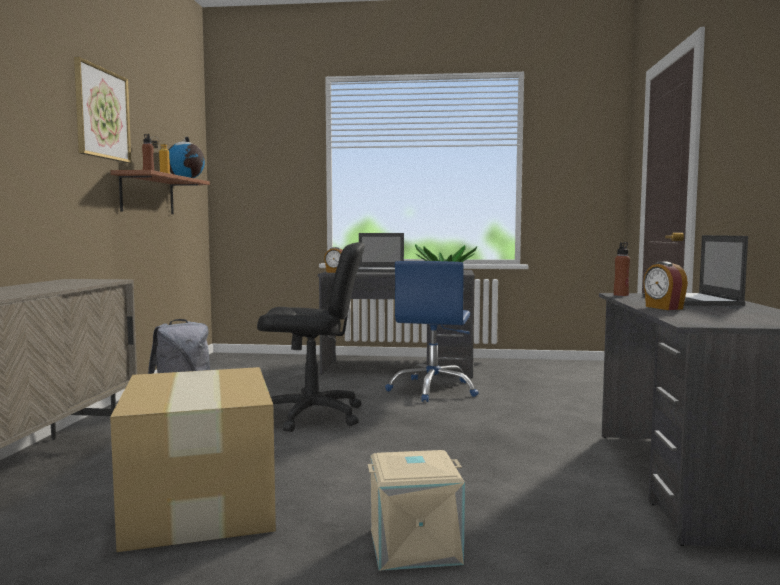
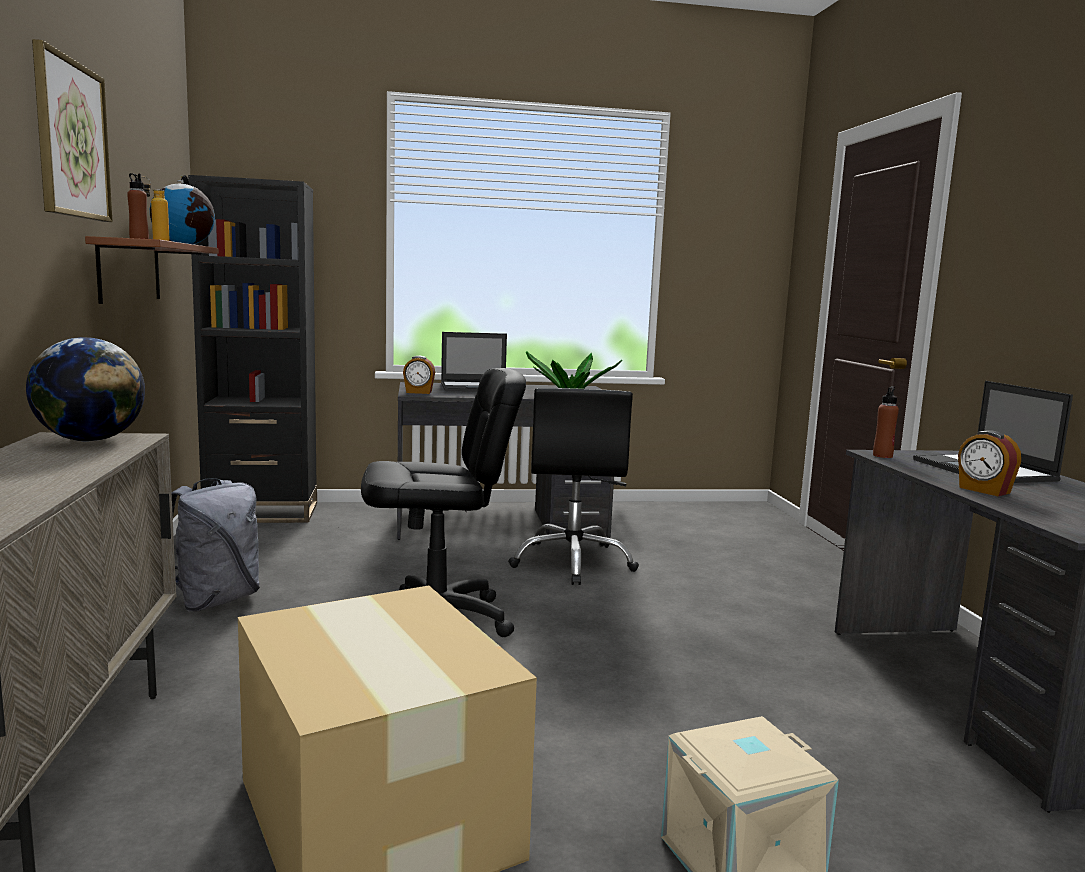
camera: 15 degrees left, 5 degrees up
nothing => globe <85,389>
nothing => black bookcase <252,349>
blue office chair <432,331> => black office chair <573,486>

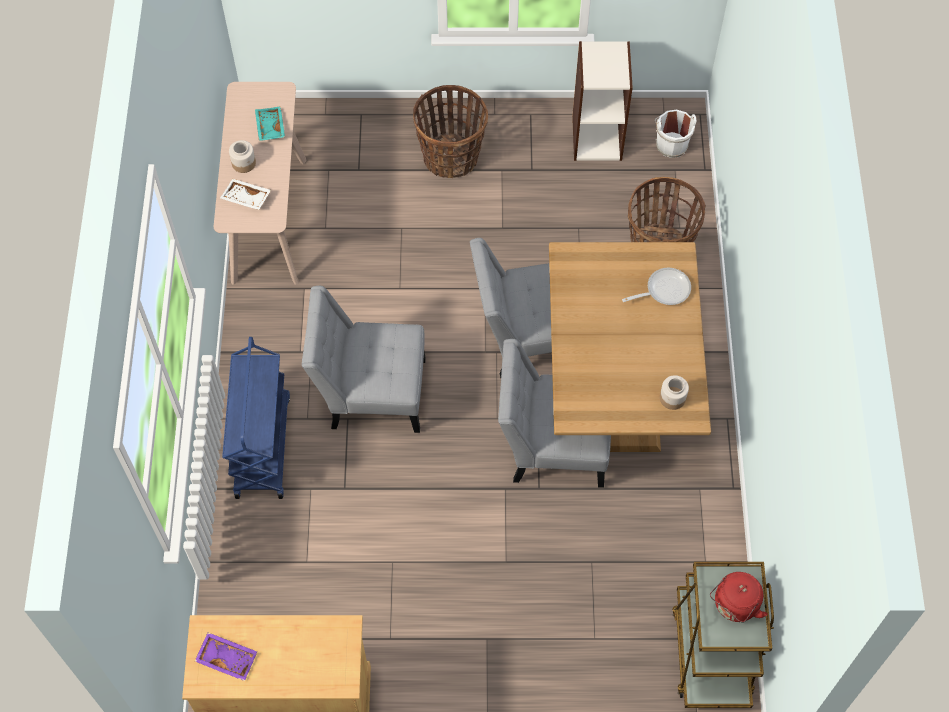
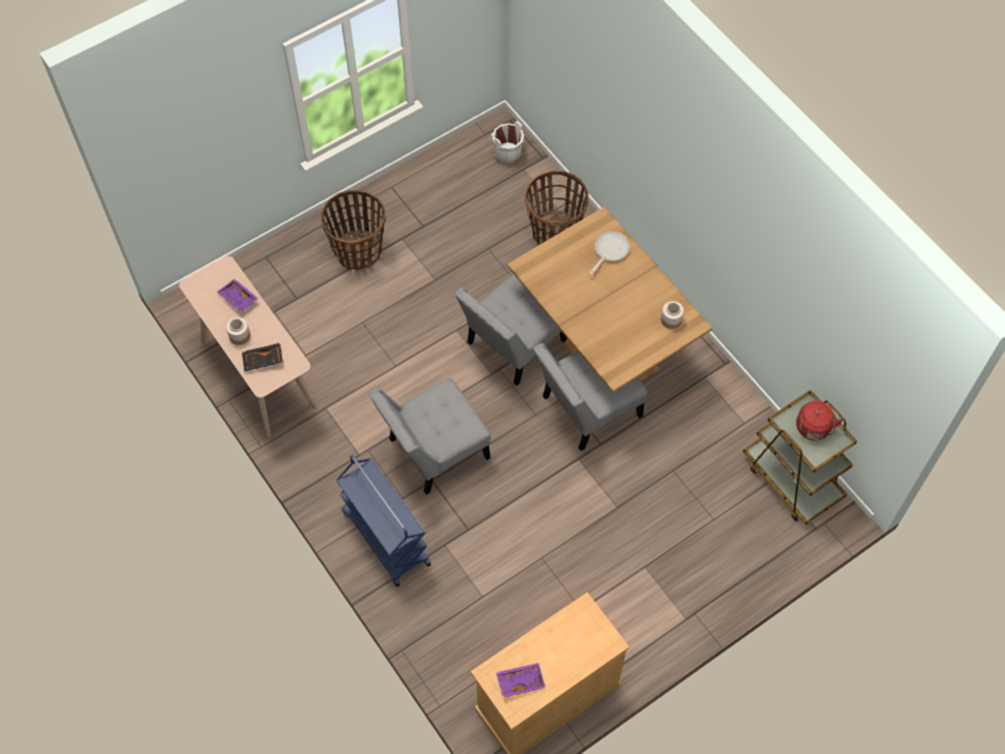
camera: 35 degrees left, 0 degrees up
turquoise tray <270,123> => purple tray <237,295>
white tray <245,194> => black tray <262,357>
bookcase <602,101> => nothing

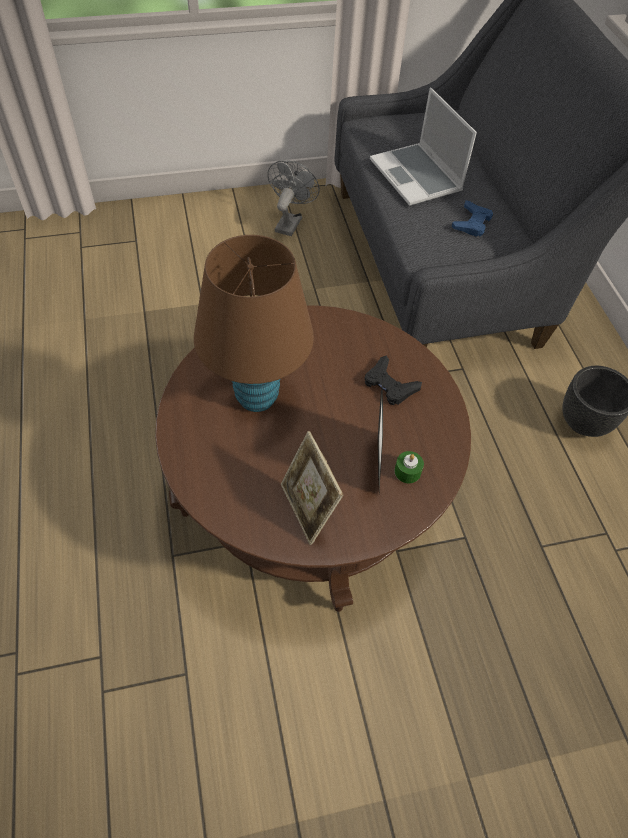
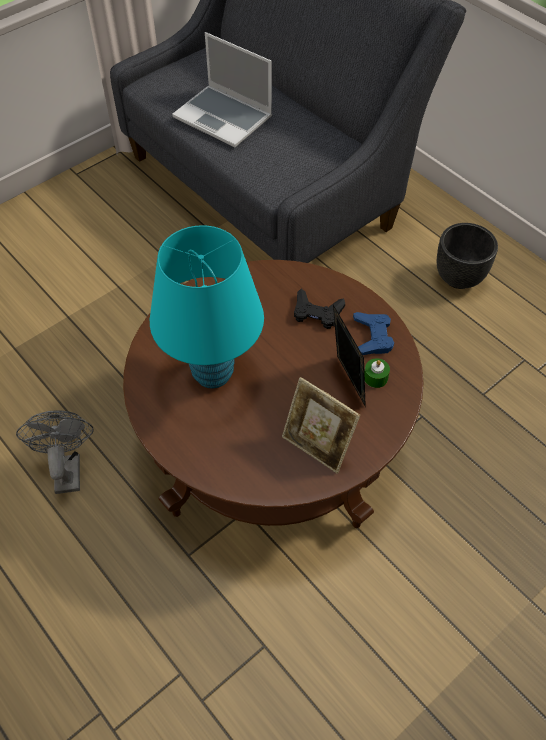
camera: 25 degrees left, 0 degrees up
grey fan <293,198> => grey fan <55,452>, moved
brown table lamp <254,323> => turquoise table lamp <207,306>
blue game controller <472,218> => blue game controller <373,333>, moved

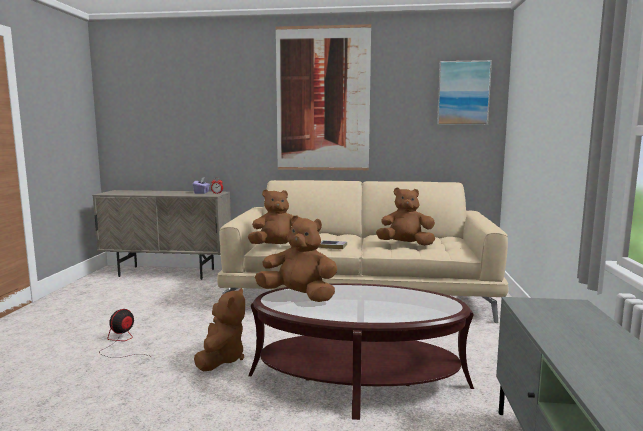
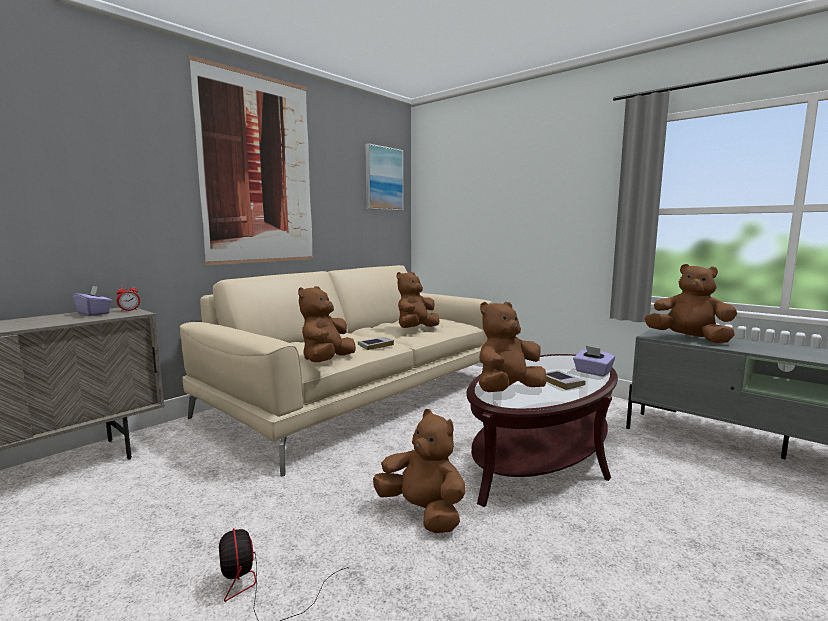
camera: 55 degrees left, 0 degrees up
nothing => book <566,380>
nothing => purple tissue box <594,361>
nothing => brown plush toy <690,303>

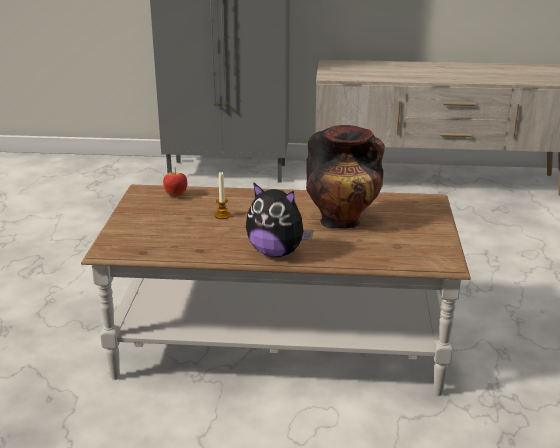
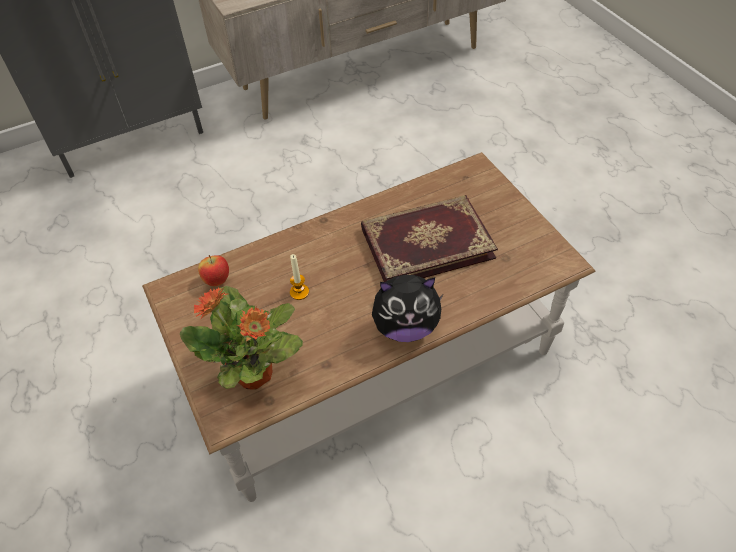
camera: 30 degrees left, 25 degrees up
nothing => potted plant <241,338>
vase <345,176> => book <429,238>

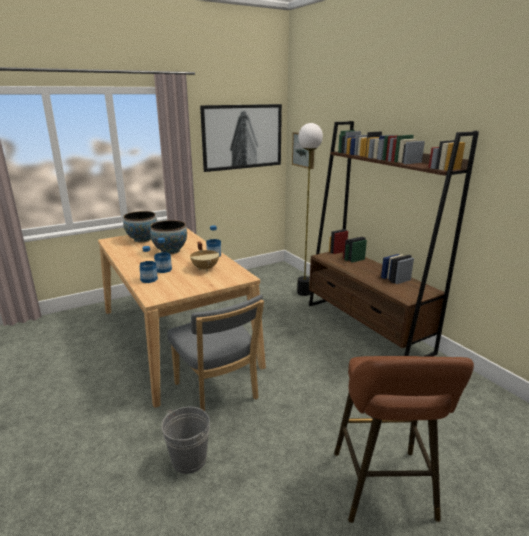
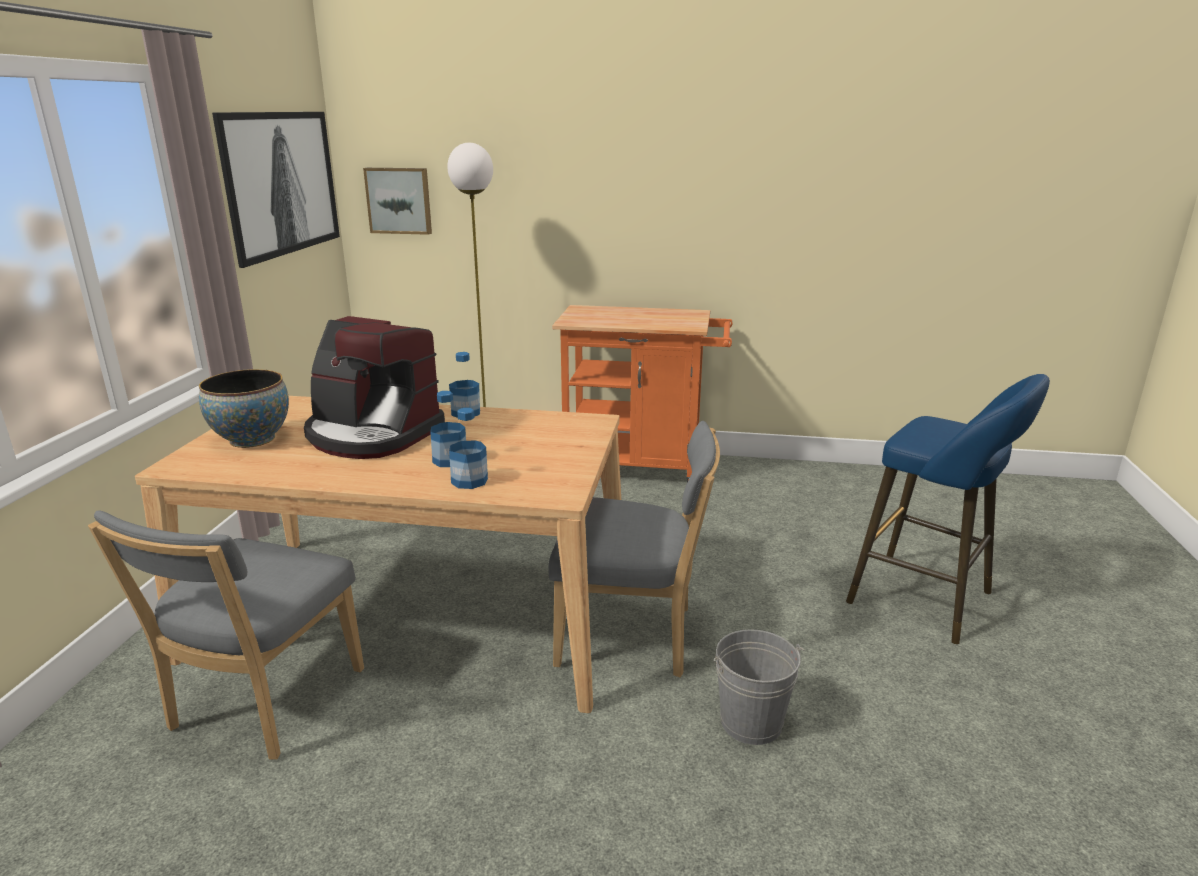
camera: 50 degrees left, 0 degrees up
nothing => grey chair <226,635>
bowl <168,237> => coffee machine <374,387>
brown bookcase <394,239> => orange cart <642,393>
brown stool <404,439> => blue stool <948,509>
beige cooking pot <205,256> => nothing

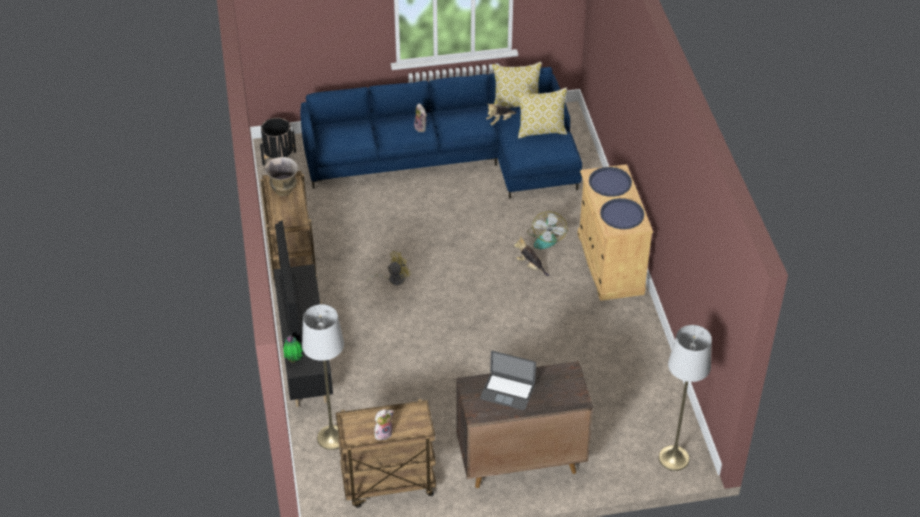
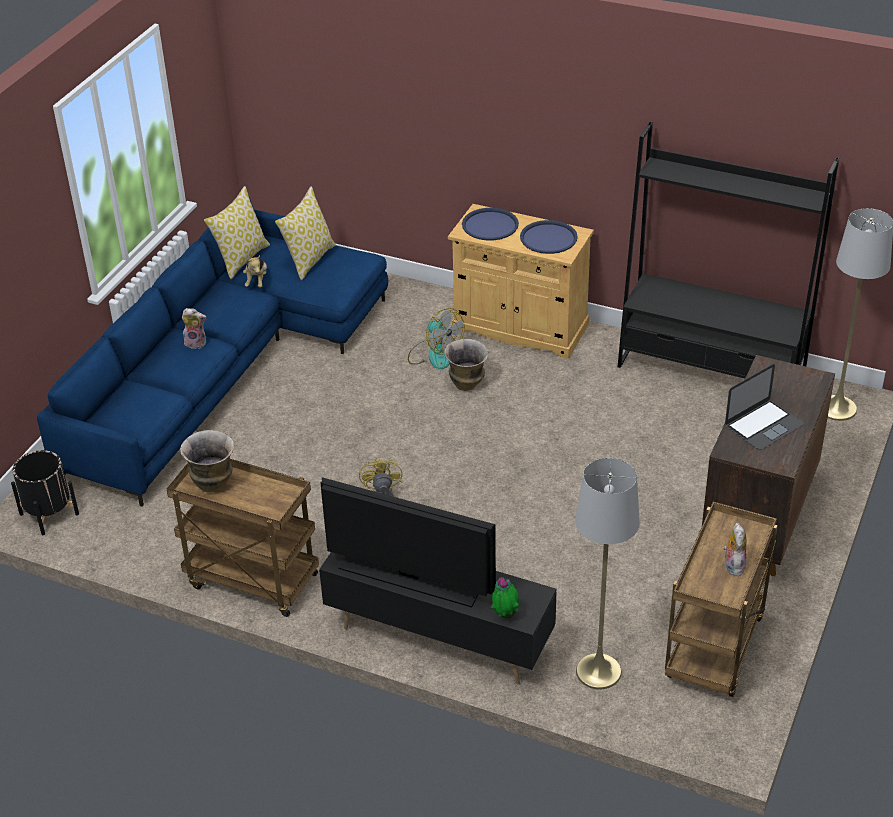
camera: 55 degrees left, 5 degrees down
plush toy <531,256> => vase <466,365>
nothing => black bookcase <728,250>

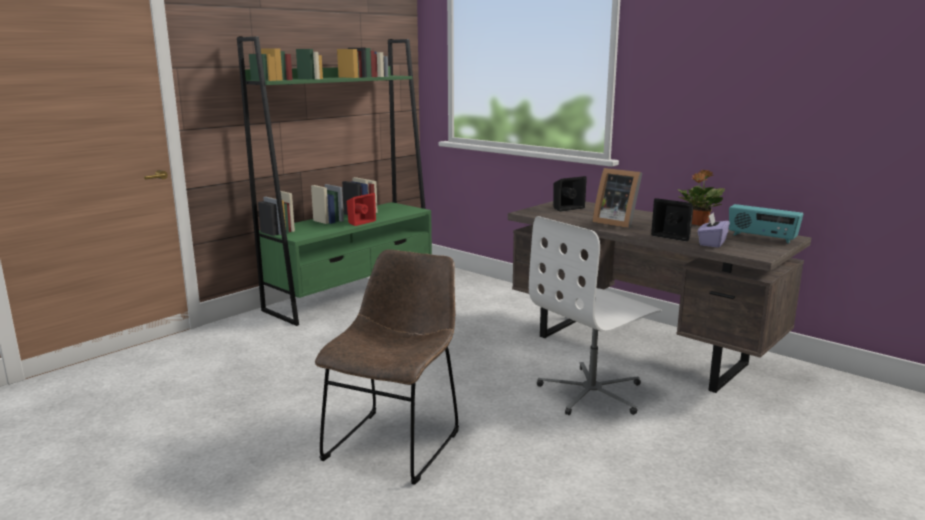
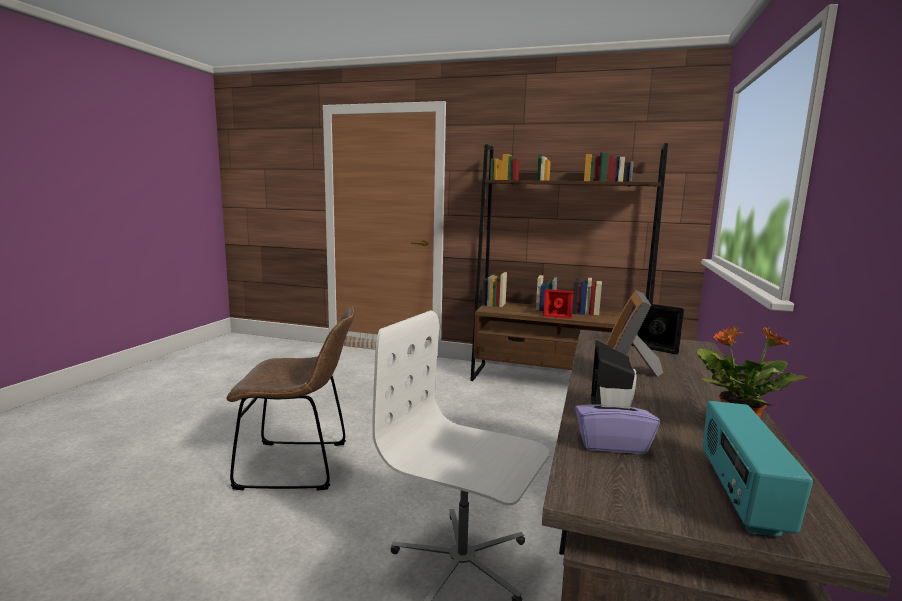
camera: 65 degrees right, 5 degrees down
green bookcase <334,181> => brown bookcase <569,262>

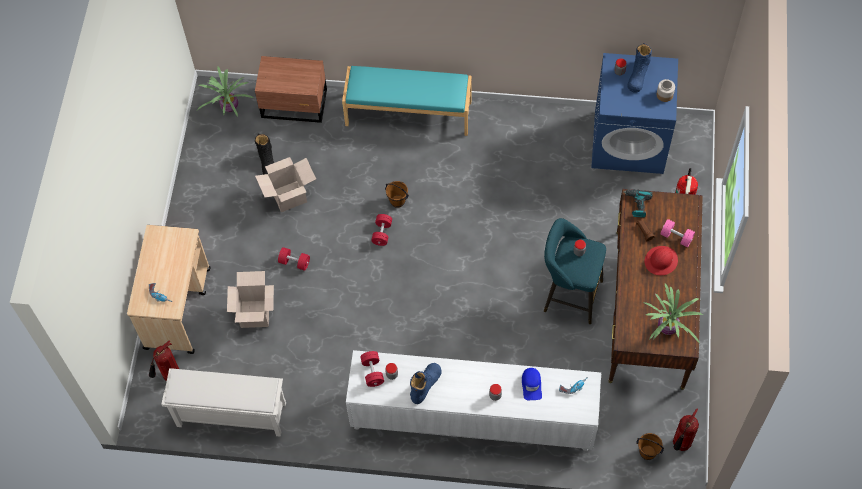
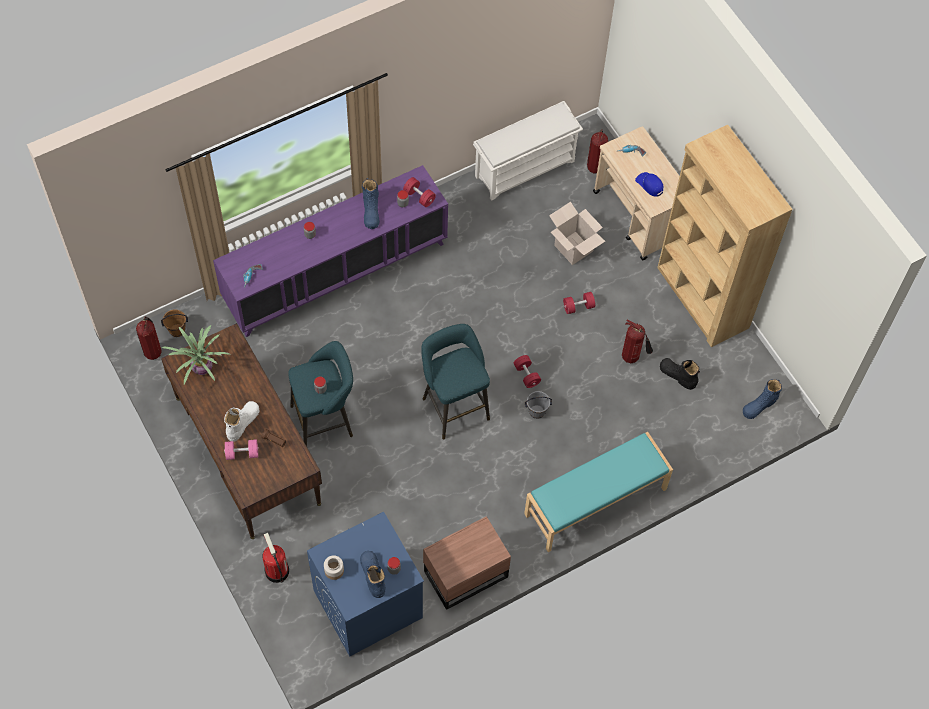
camera: 140 degrees right, 0 degrees up
white cabinet <473,400> => purple cabinet <330,251>
red hard hat <661,260> => white boot <241,421>
nothing => turquoise stool <455,381>
brown nightstand <291,89> => brown nightstand <467,563>, moved
brown bucket <397,194> => grey bucket <538,405>
cardboard box <285,184> => fire extinguisher <637,341>
blue cap <532,384> => blue cap <649,184>, moved
nothing => brown bookcase <725,236>
potted plant <225,91> => blue boot <762,399>
power drill <638,203> => nothing

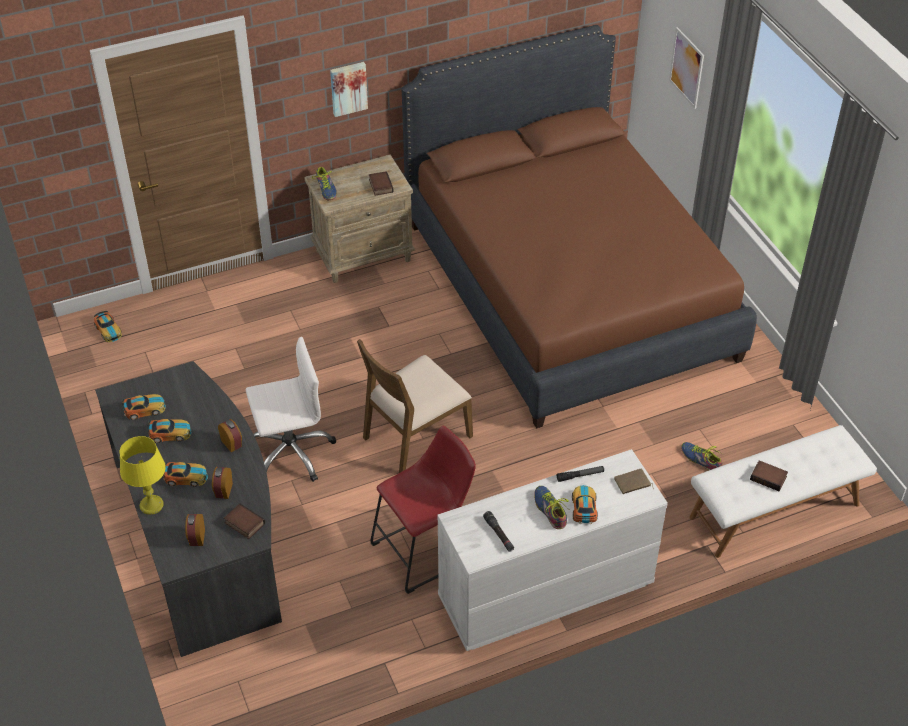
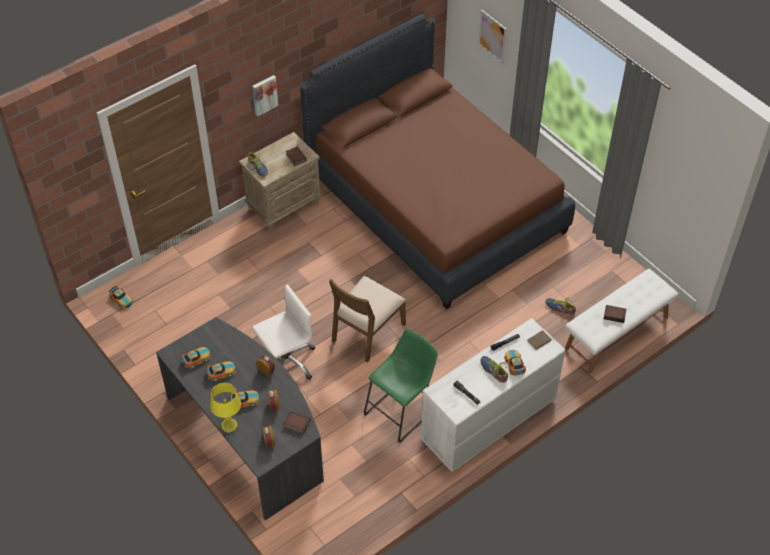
camera: 15 degrees left, 5 degrees up
red stool <423,510> => green stool <401,386>

